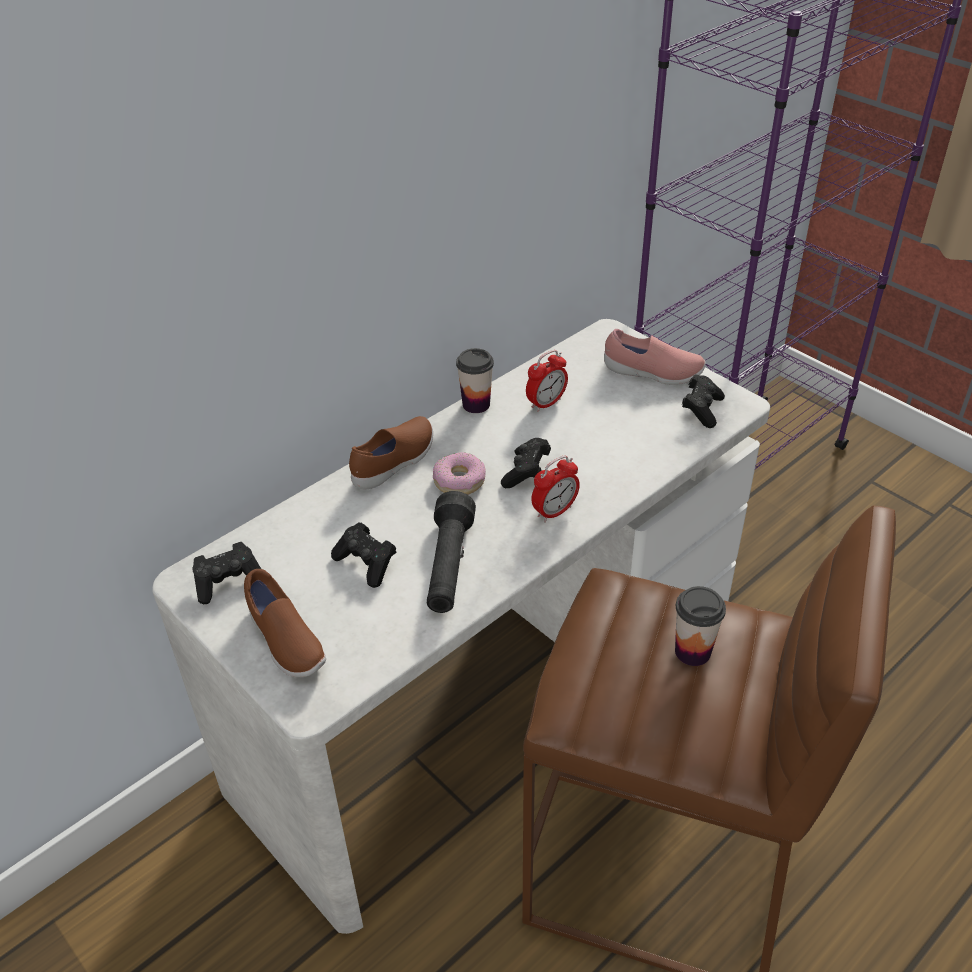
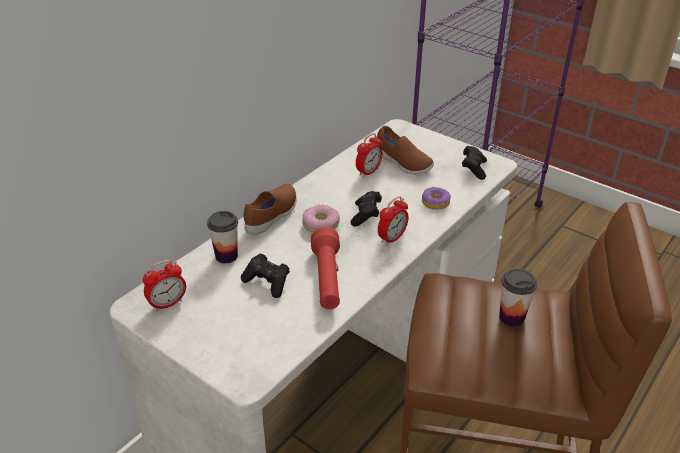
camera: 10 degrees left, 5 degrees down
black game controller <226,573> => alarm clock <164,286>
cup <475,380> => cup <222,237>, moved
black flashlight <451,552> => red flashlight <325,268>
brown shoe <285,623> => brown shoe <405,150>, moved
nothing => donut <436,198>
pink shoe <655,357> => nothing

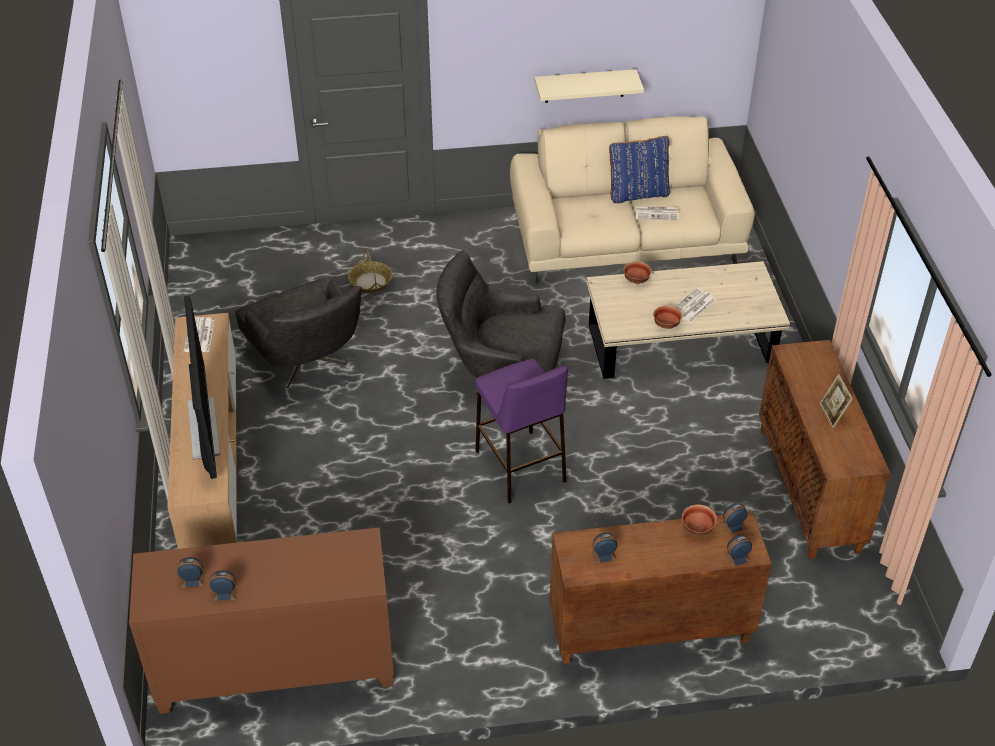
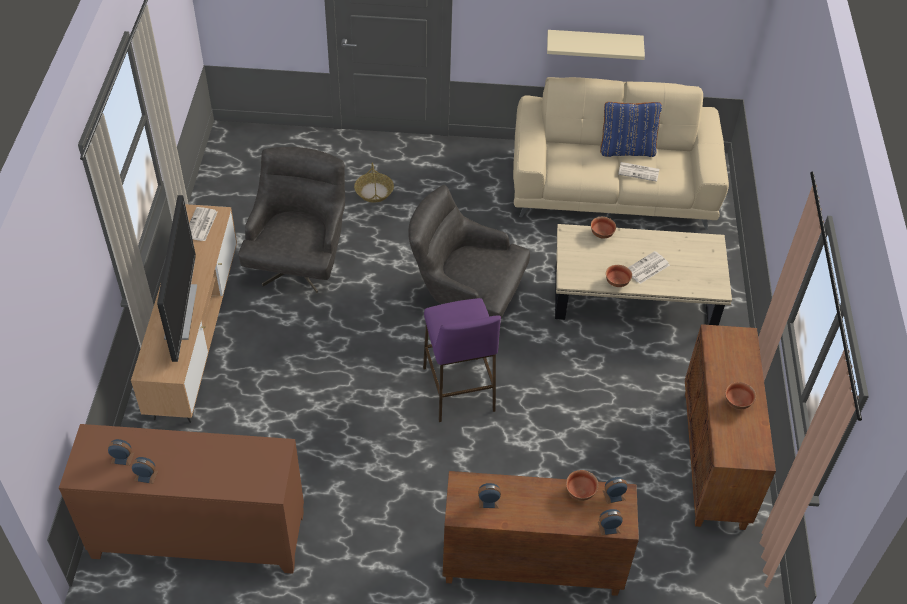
camera: 10 degrees right, 5 degrees up
grey armchair <298,333> => grey armchair <291,220>, 150 degrees counterclockwise
picture frame <836,401> => bowl <740,395>

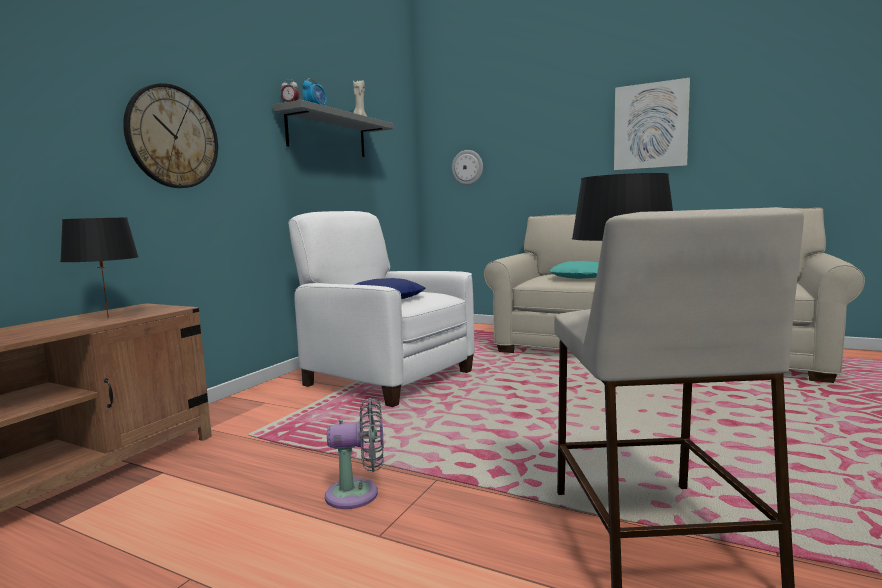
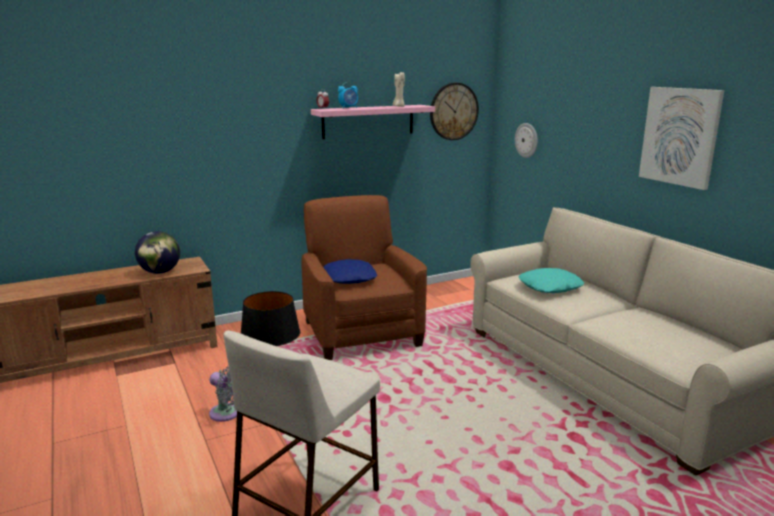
camera: 35 degrees right, 10 degrees up
black table lamp <99,268> => globe <157,252>
white armchair <381,309> => brown armchair <364,277>
grey shelf <333,128> => pink shelf <373,122>
wall clock <170,135> => wall clock <454,111>, moved

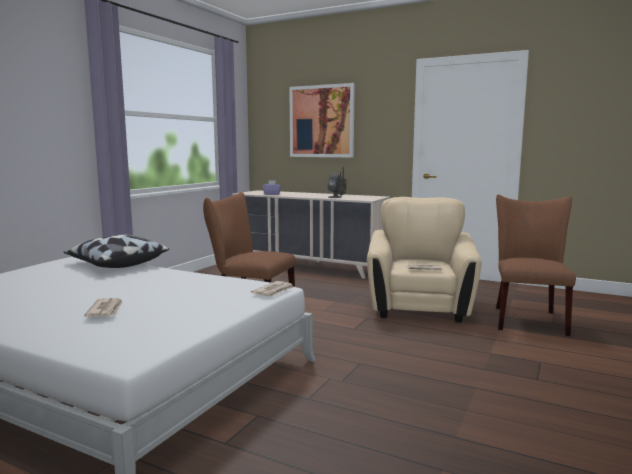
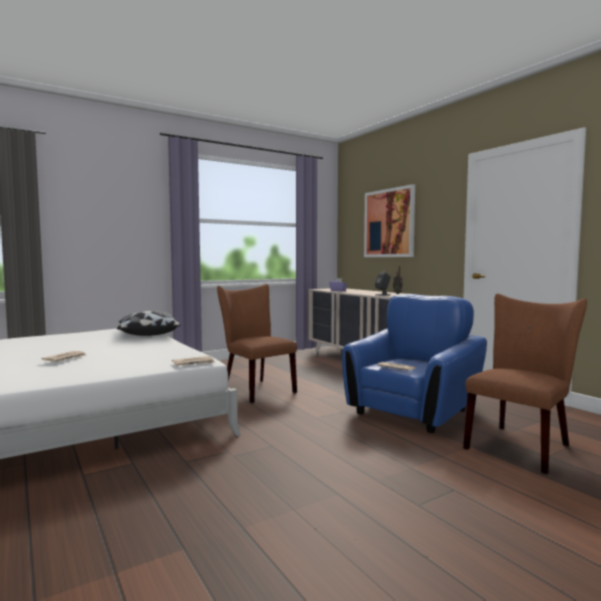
camera: 30 degrees right, 5 degrees down
beige armchair <424,260> => blue armchair <414,363>

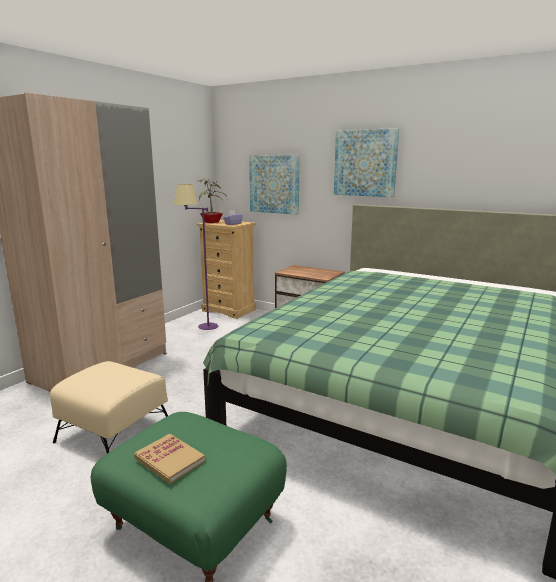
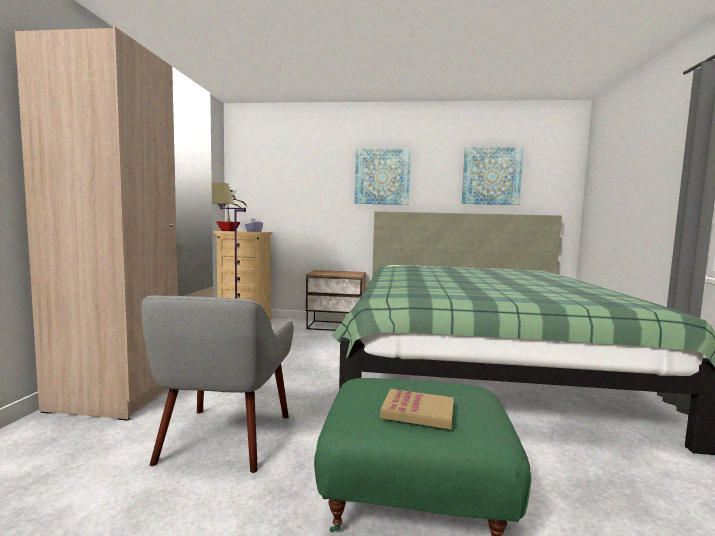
camera: 25 degrees left, 10 degrees down
beige ottoman <109,407> => grey armchair <218,384>
picture <274,185> => picture <493,176>, moved

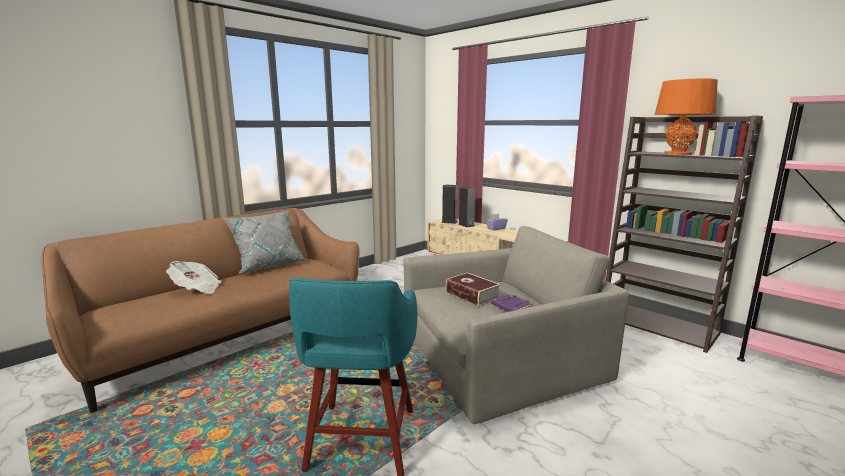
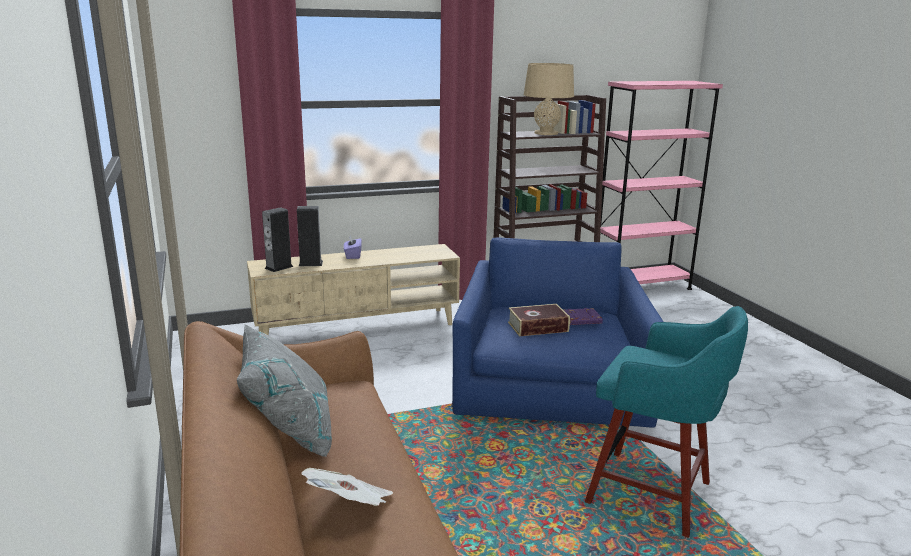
camera: 65 degrees left, 5 degrees up
grey armchair <516,325> => blue armchair <558,333>
orange table lamp <686,116> => beige table lamp <548,99>

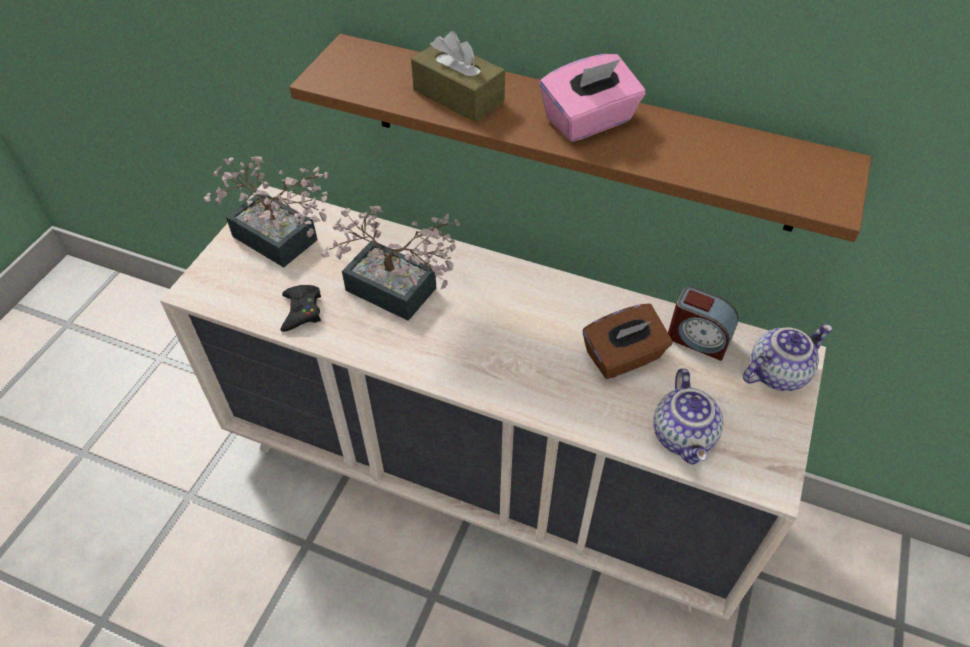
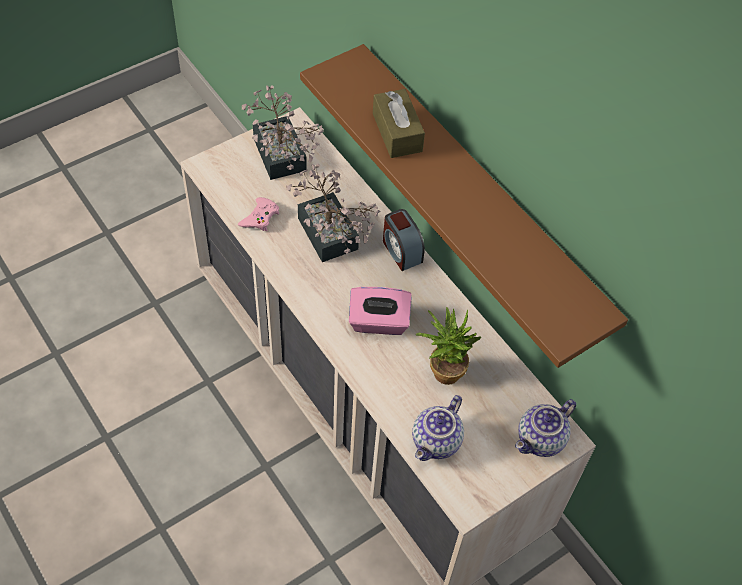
camera: 30 degrees right, 5 degrees up
black game controller <300,308> => pink game controller <258,214>
pink tissue box <592,98> => pink tissue box <380,311>, moved
alarm clock <703,323> => alarm clock <404,240>, moved
brown tissue box <627,341> => potted plant <448,346>
teapot <787,357> => teapot <545,428>, 135 degrees clockwise

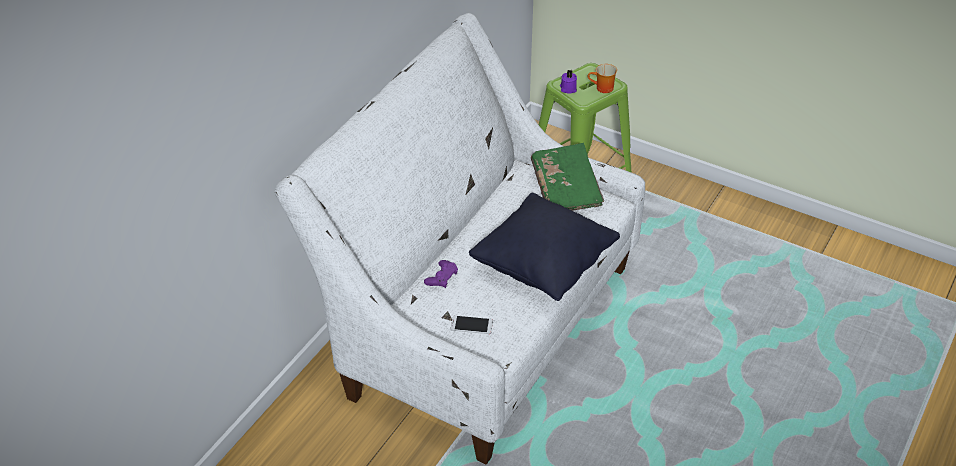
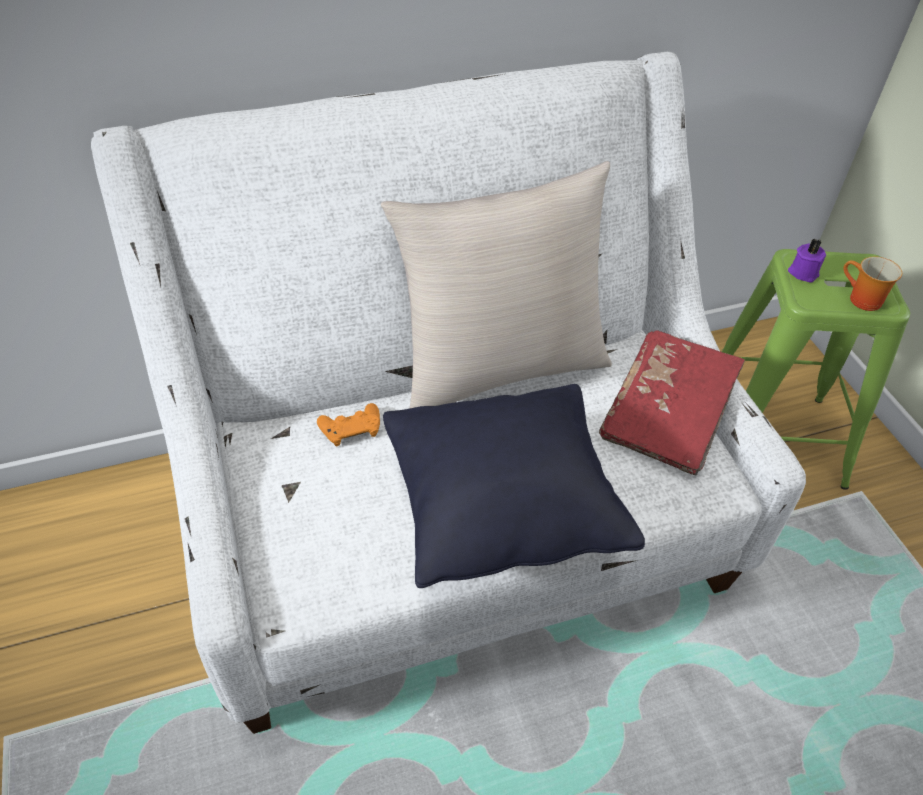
camera: 40 degrees right, 5 degrees up
purple game controller <441,274> => orange game controller <348,424>
nothing => beige pillow <496,284>
green book <567,177> => red book <672,403>
phone <472,324> => nothing

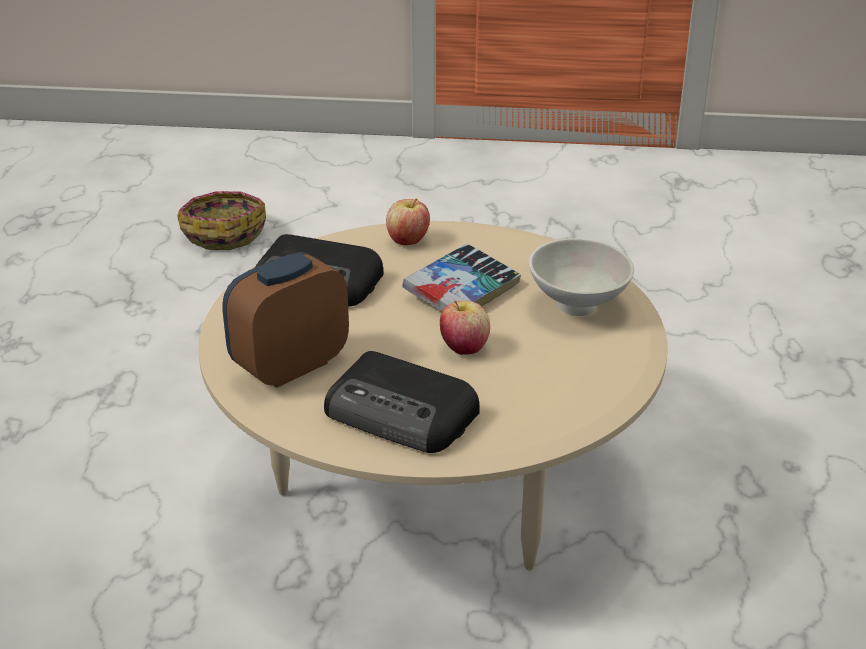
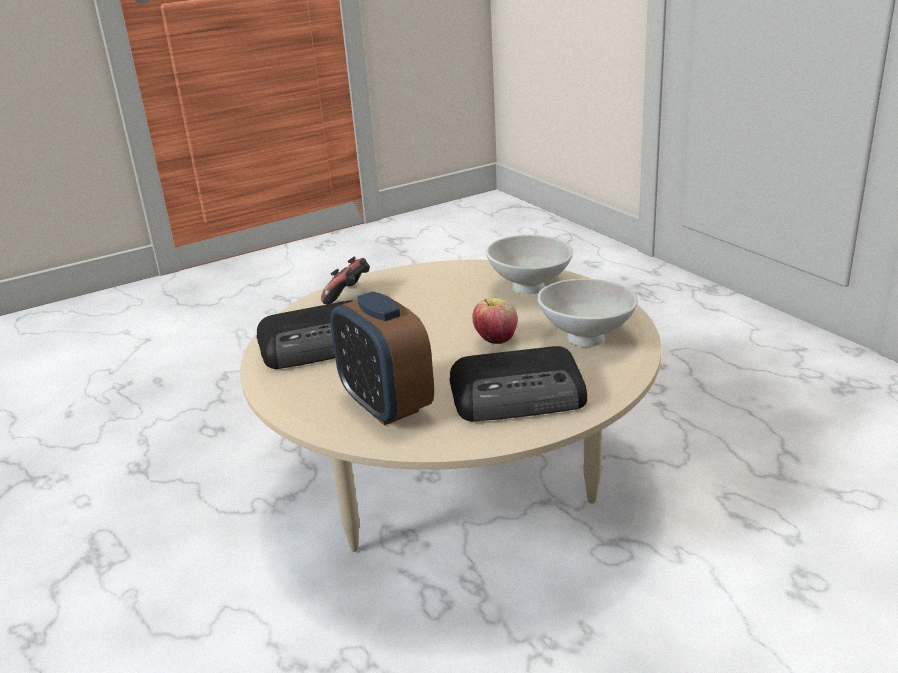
camera: 35 degrees left, 5 degrees down
apple <408,221> => game controller <345,280>
alarm clock <285,320> => alarm clock <382,358>, 45 degrees counterclockwise
nothing => white bowl <587,313>
basket <221,220> => nothing
book <461,278> => nothing

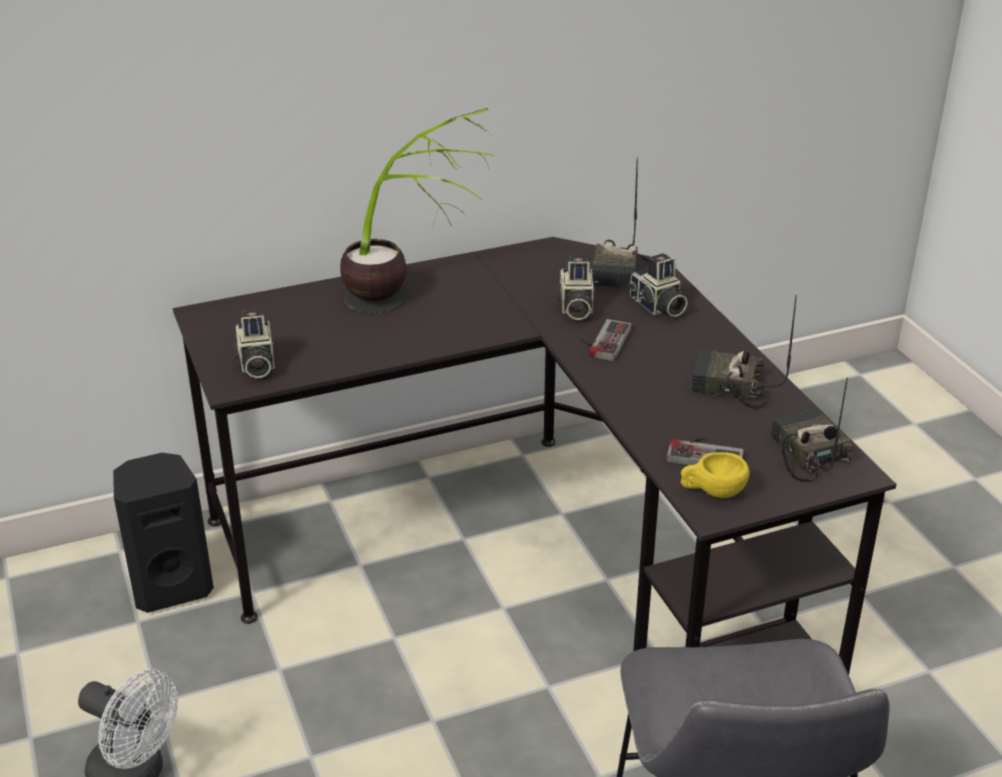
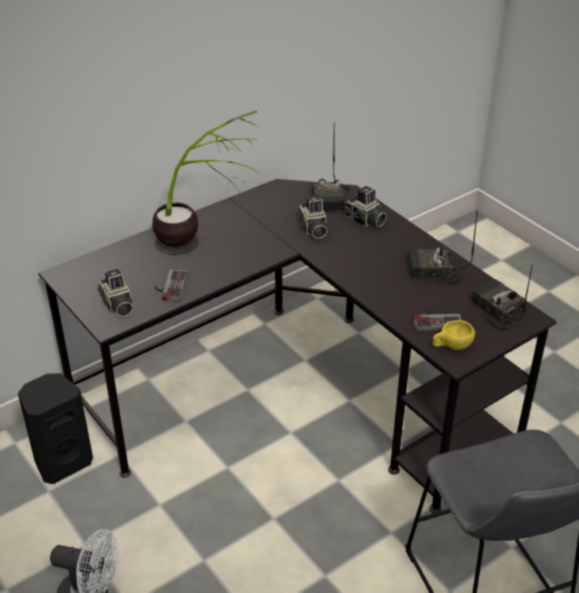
camera: 15 degrees left, 5 degrees up
game controller <606,340> => game controller <171,285>, moved

